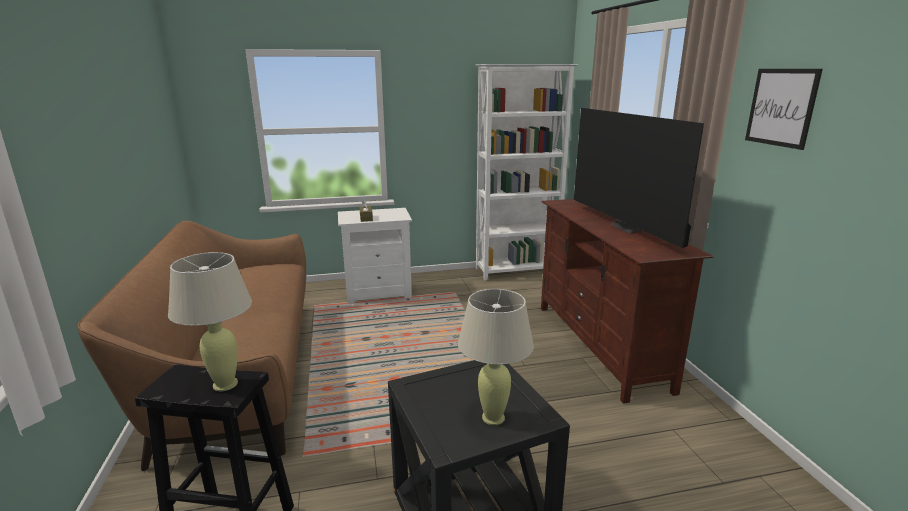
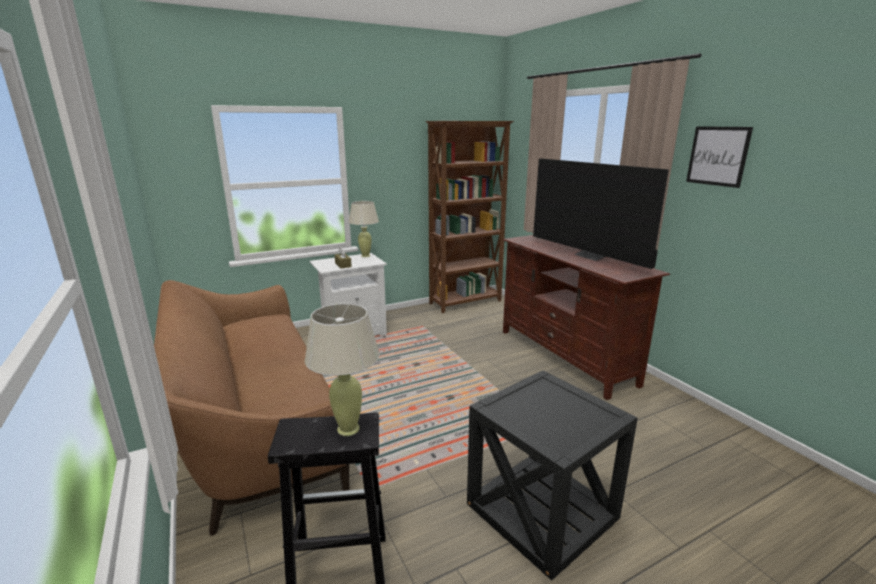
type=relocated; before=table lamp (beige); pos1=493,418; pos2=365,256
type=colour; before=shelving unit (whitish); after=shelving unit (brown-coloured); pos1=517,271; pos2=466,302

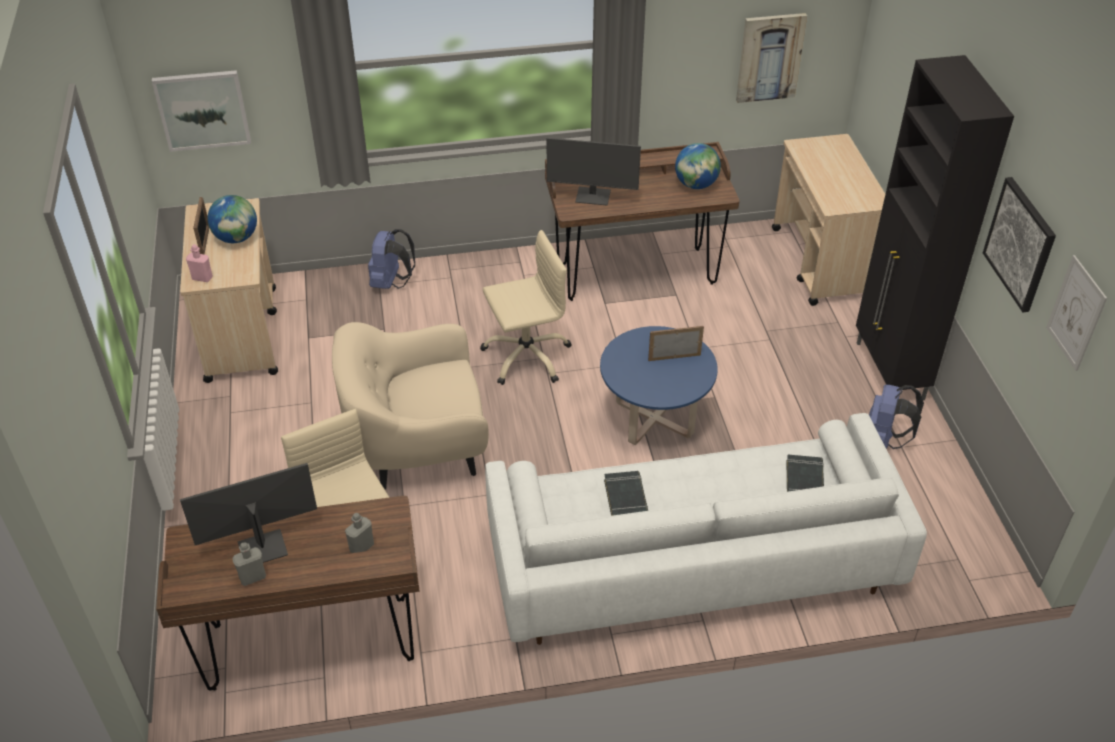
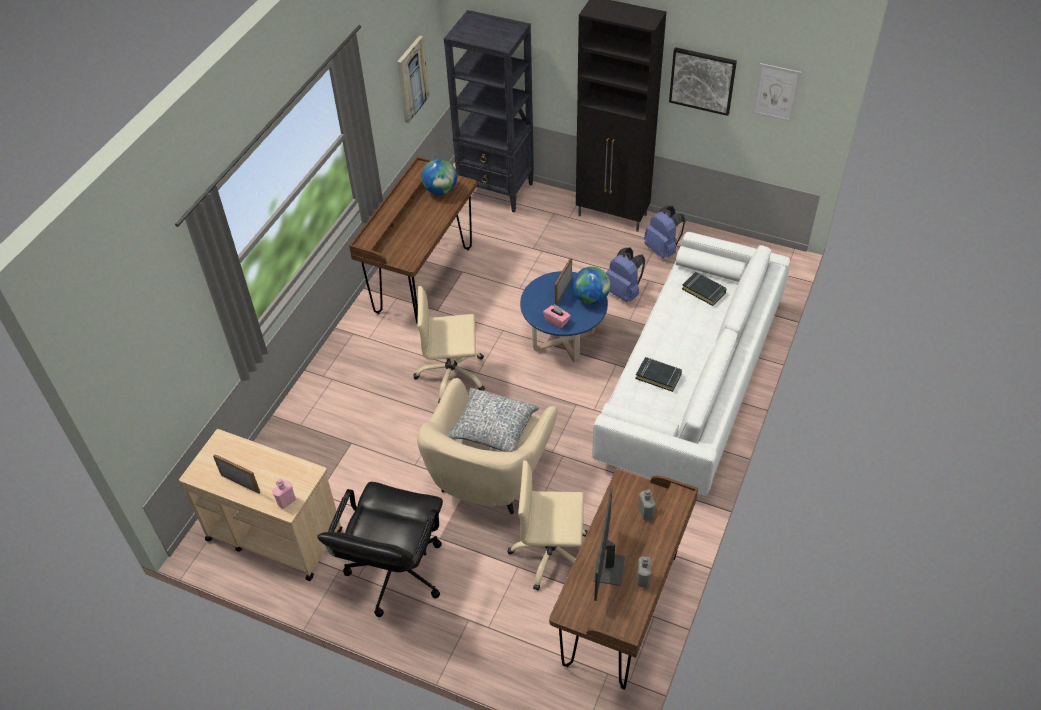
type=missing; before=wall art; pos1=202,110
type=relocated; before=desk globe; pos1=236,238; pos2=591,298
type=relocated; before=rucksack (bluish); pos1=391,283; pos2=624,292
type=spun; before=desk chair (beige); pos1=526,356; pos2=451,376; turn=-105
type=missing; before=monitor; pos1=593,197
type=exchanged; before=cart (beige); after=shelving unit (black-coloured); pos1=821,263; pos2=497,191
type=appeared; after=desk chair (black-coloured); pos2=394,573
type=appeared; after=pillow; pos2=493,429
type=appeared; after=tissue box (pinkish); pos2=557,321

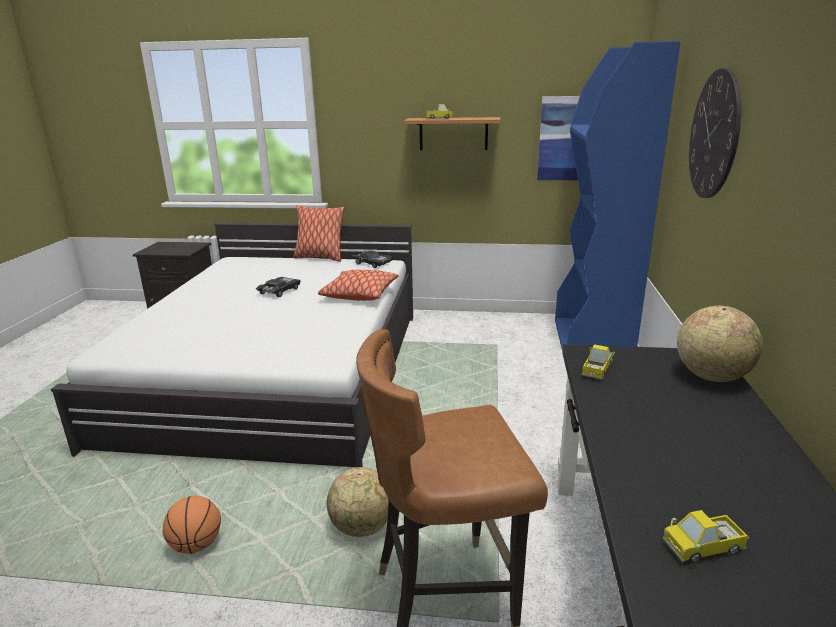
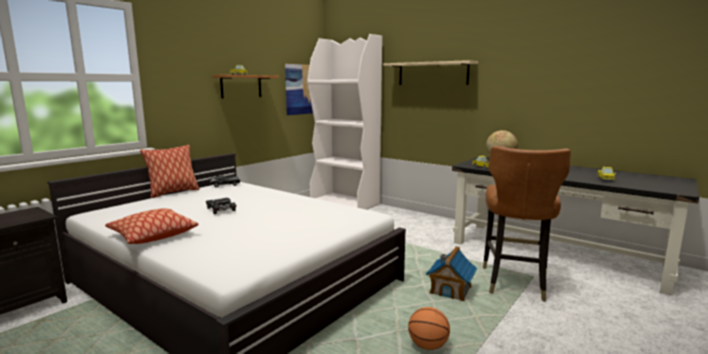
type=relocated; before=pillow; pos1=359,294; pos2=153,235
type=exchanged; before=desk globe; after=model house; pos1=362,527; pos2=451,290
type=colour; before=shelving unit (bluish); after=shelving unit (whitish); pos1=591,343; pos2=345,203
type=exchanged; before=clock on the wall; after=bracket shelf (beige); pos1=714,135; pos2=432,73

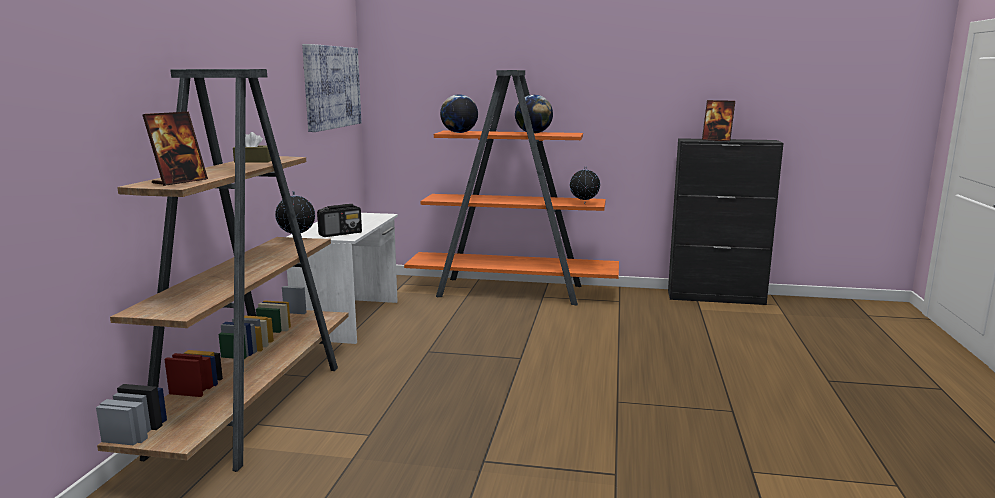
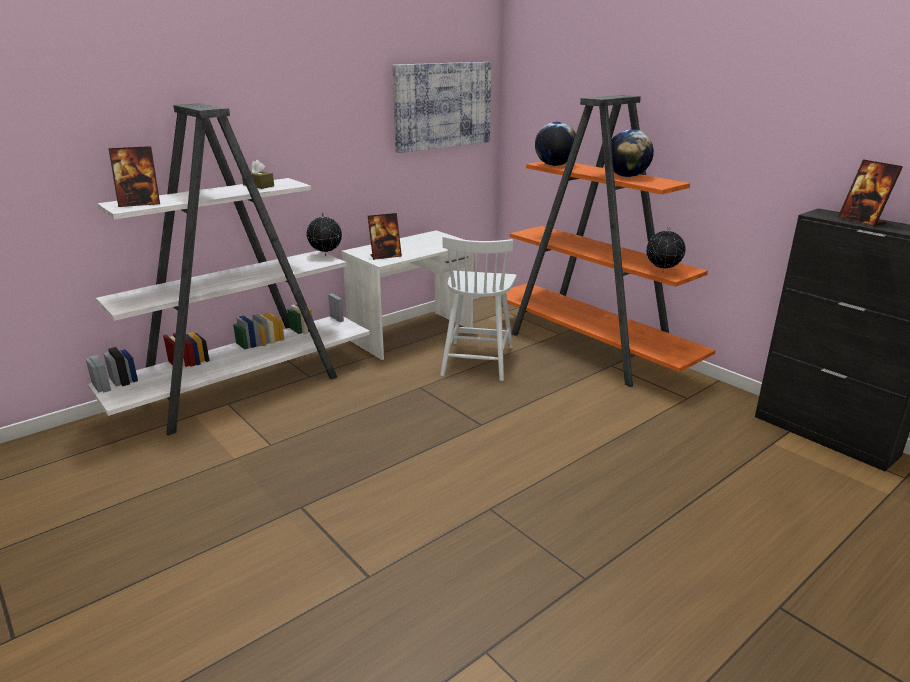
type=colour; before=shelving unit (brown-coloured); after=shelving unit (whitish); pos1=253,406; pos2=245,388
type=exchanged; before=radio; after=photo frame; pos1=341,234; pos2=385,256
type=appeared; after=upright chair (whitish); pos2=477,360

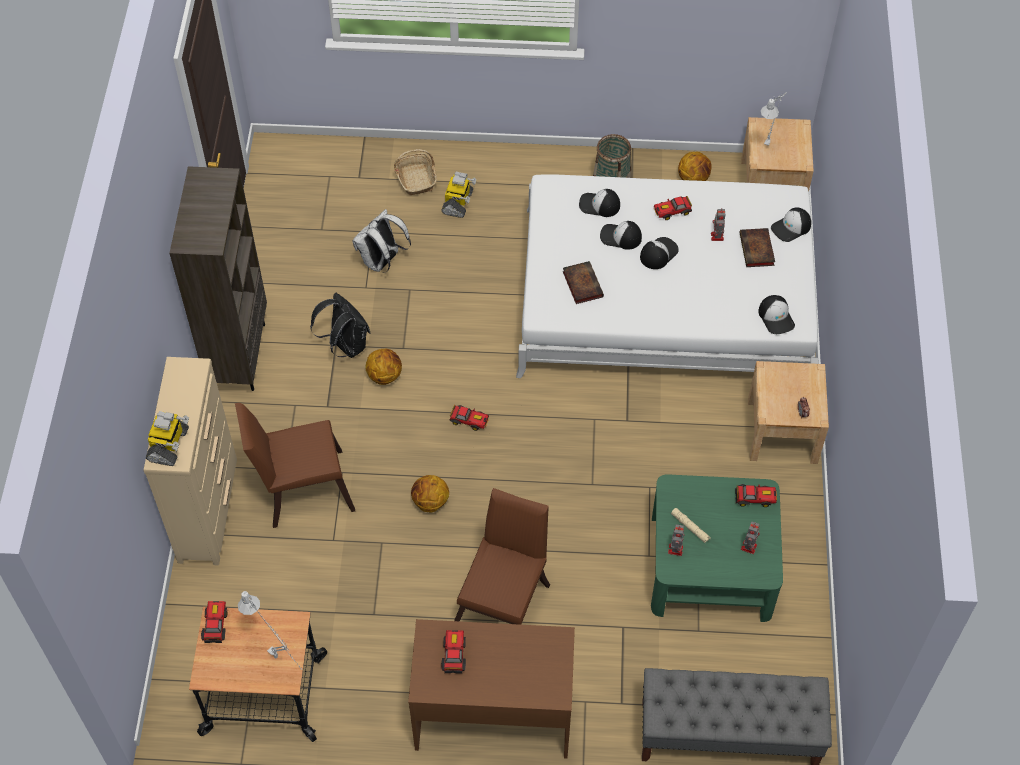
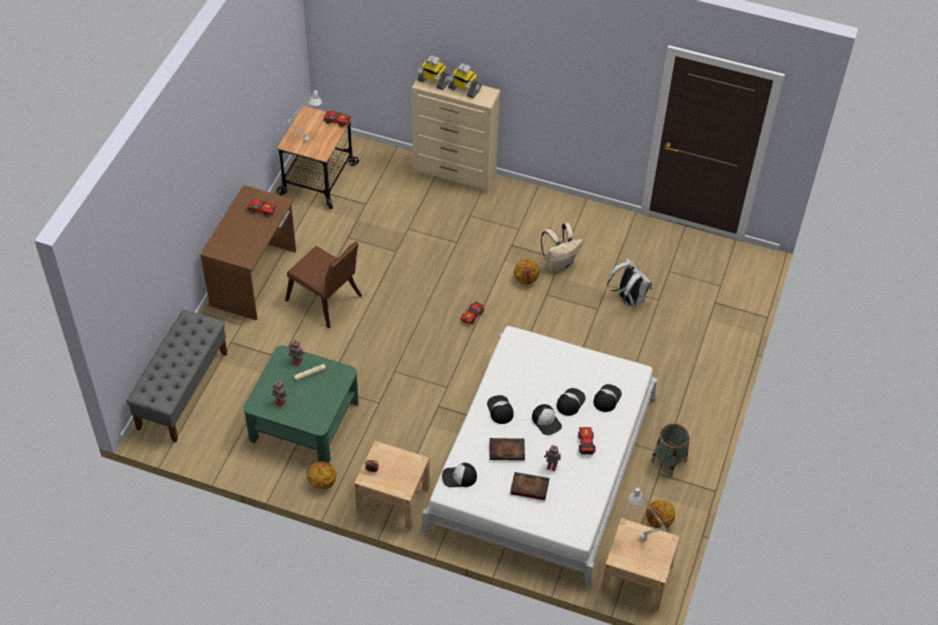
type=missing; before=shelving unit (brown-coloured); pos1=239,355
type=missing; before=upright chair (brown-coloured); pos1=300,488
type=colour; before=rucksack (black-coloured); after=rucksack (beige); pos1=345,345; pos2=559,264
type=missing; before=household basket; pos1=416,179
type=relocated; before=basketball ball; pos1=430,502; pos2=322,482
type=relocated; before=robot figure; pos1=458,203; pos2=464,89
type=relocated; before=bound book; pos1=581,283; pos2=507,450
type=missing; before=model car; pos1=755,498
type=relocated; before=baseball cap; pos1=791,227; pos2=500,410

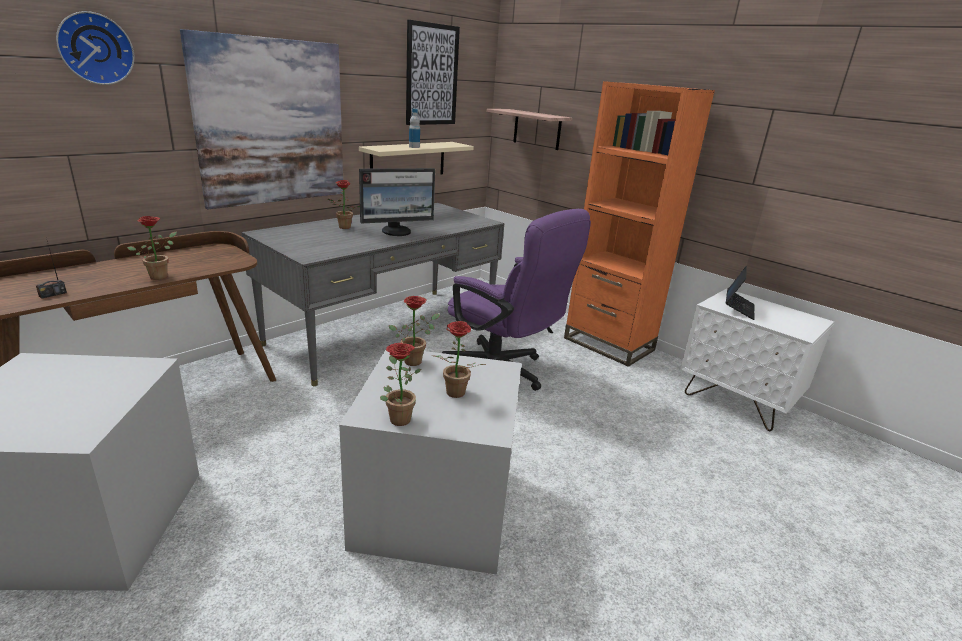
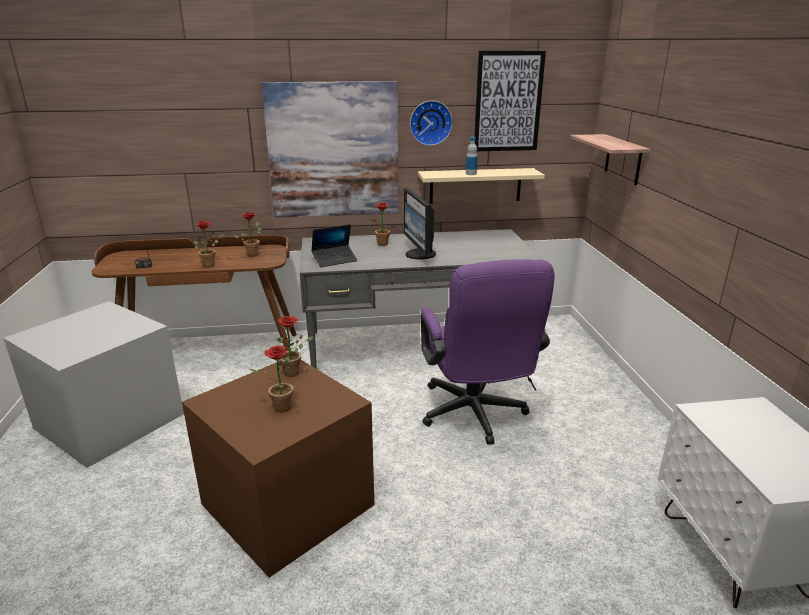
type=relocated; before=clock on the wall; pos1=95,48; pos2=430,122
type=colour; before=storage bin (greyish); after=storage bin (brown-coloured); pos1=433,505; pos2=288,502
type=spun; before=monitor; pos1=397,231; pos2=419,255; turn=60
type=relocated; before=potted plant; pos1=397,417; pos2=253,254
type=missing; before=shelving unit (orange-coloured); pos1=608,344
type=relocated; before=portable computer; pos1=738,308; pos2=335,260

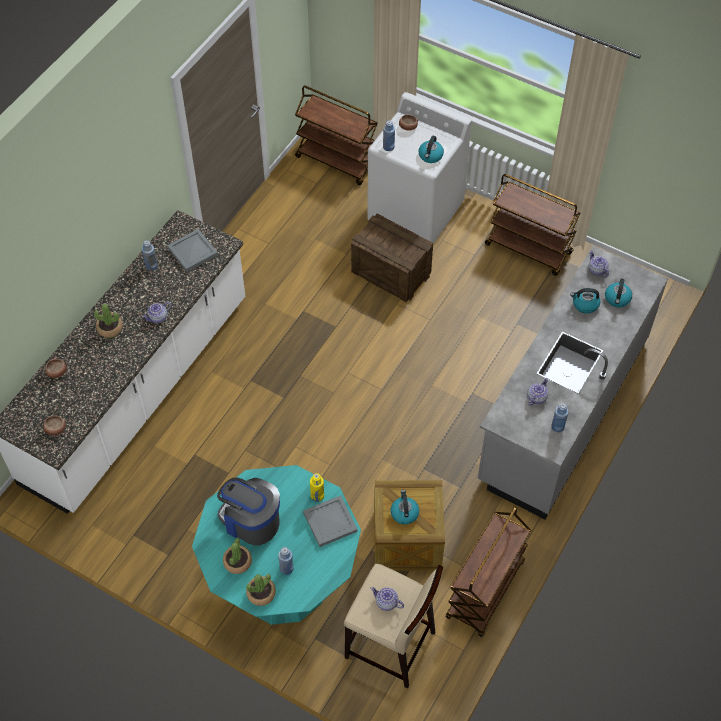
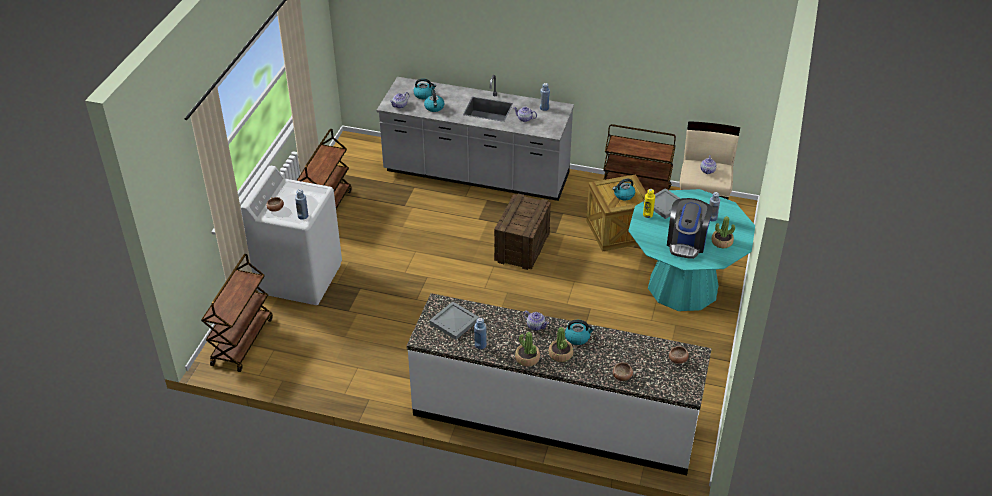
type=relocated; before=potted plant; pos1=261,593; pos2=527,358
type=relocated; before=packing crate; pos1=391,273; pos2=522,247
type=relocated; before=tea kettle; pos1=430,156; pos2=578,337

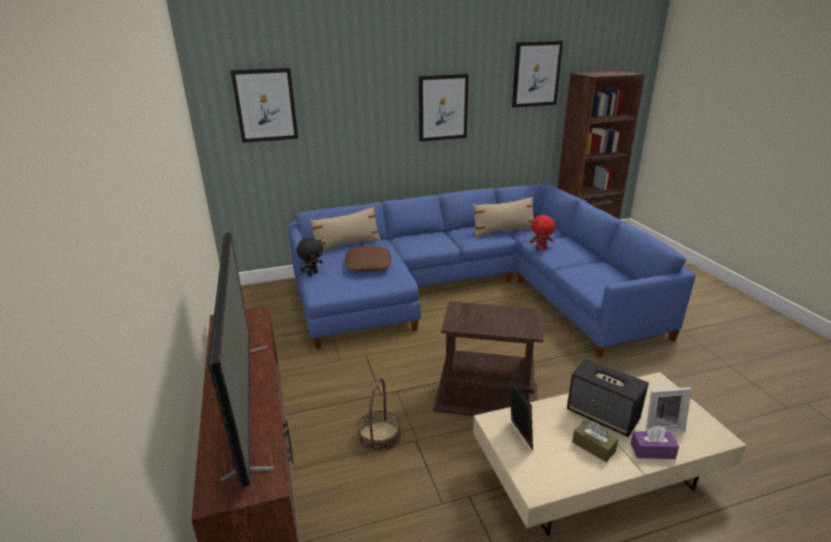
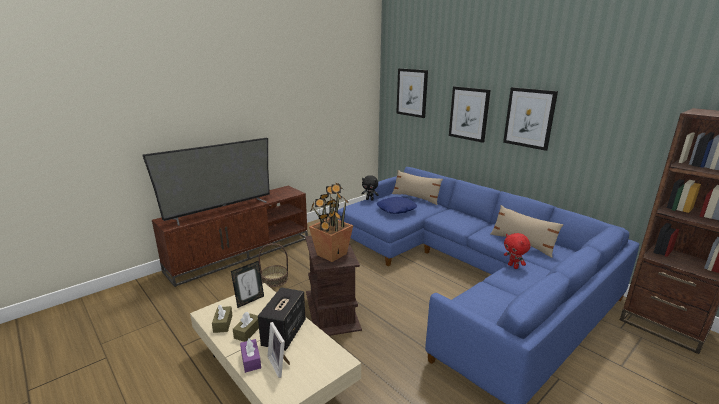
type=colour; before=pillow (brown-coloured); after=pillow (bluish); pos1=369,264; pos2=396,209
type=relocated; before=wall art; pos1=536,74; pos2=469,113
type=appeared; after=tissue box (brown-coloured); pos2=223,323
type=appeared; after=potted plant; pos2=331,254

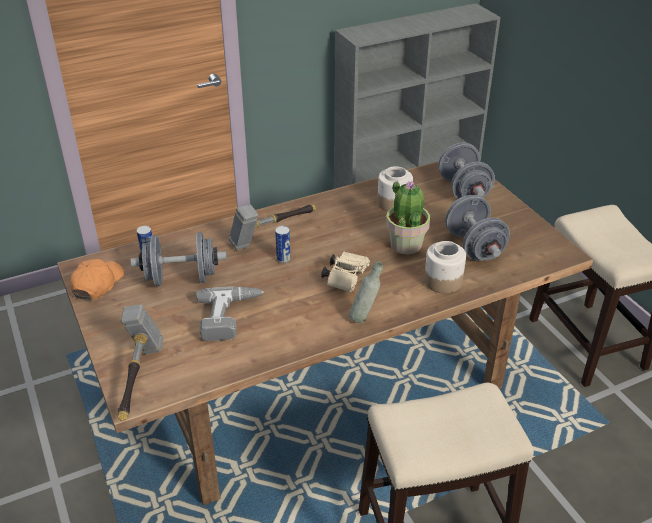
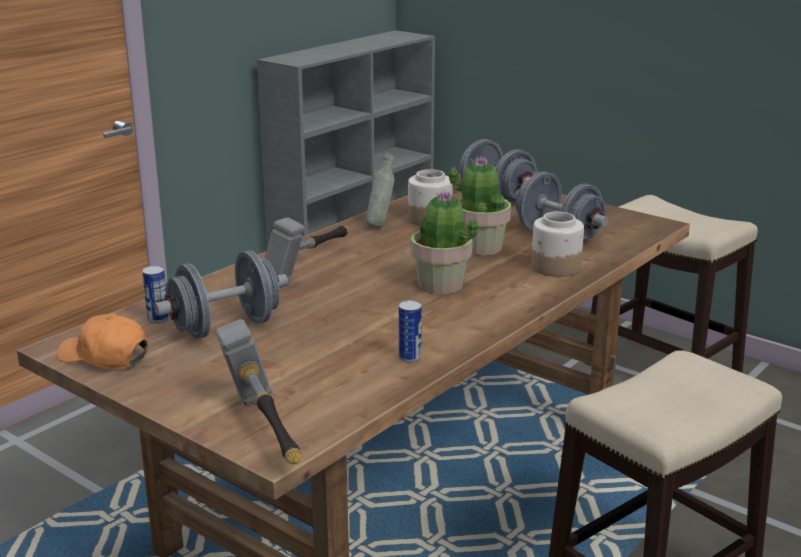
type=spun; before=baseball cap (orange-coloured); pos1=97,284; pos2=104,356; turn=-60
type=missing; before=electric drill; pos1=230,317
type=relocated; before=metal can; pos1=283,259; pos2=410,358
type=exchanged; before=pair of binoculars (beige); after=potted plant; pos1=346,277; pos2=441,285
type=relocated; before=bottle (greyish); pos1=364,317; pos2=380,225

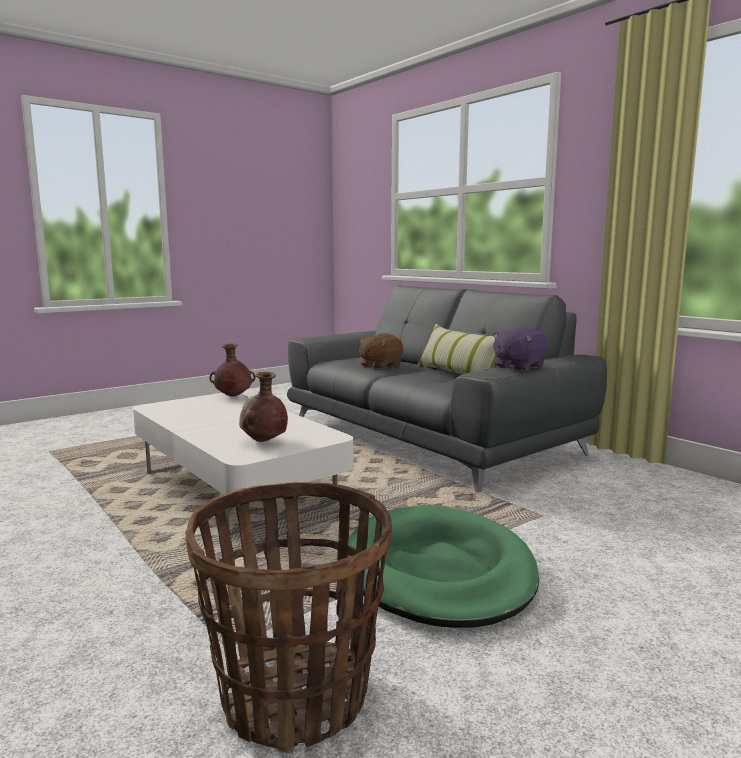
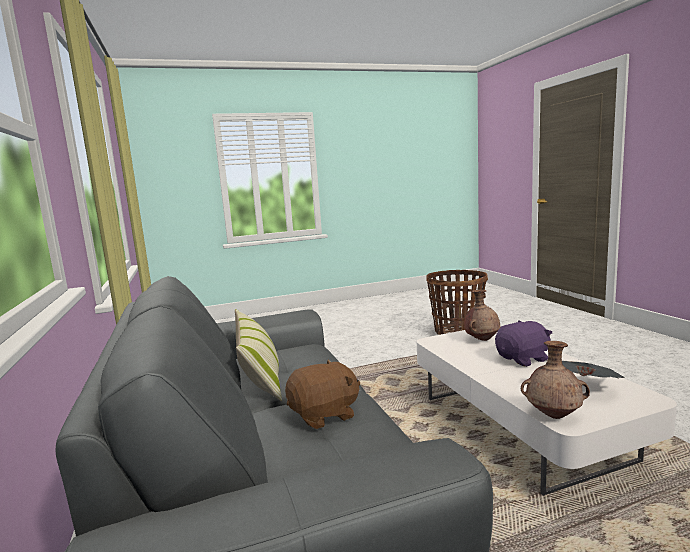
type=missing; before=dog bed (green); pos1=439,572
type=relocated; before=cuddly toy (purple); pos1=518,367; pos2=523,359
type=appeared; after=daily paper; pos2=583,387

